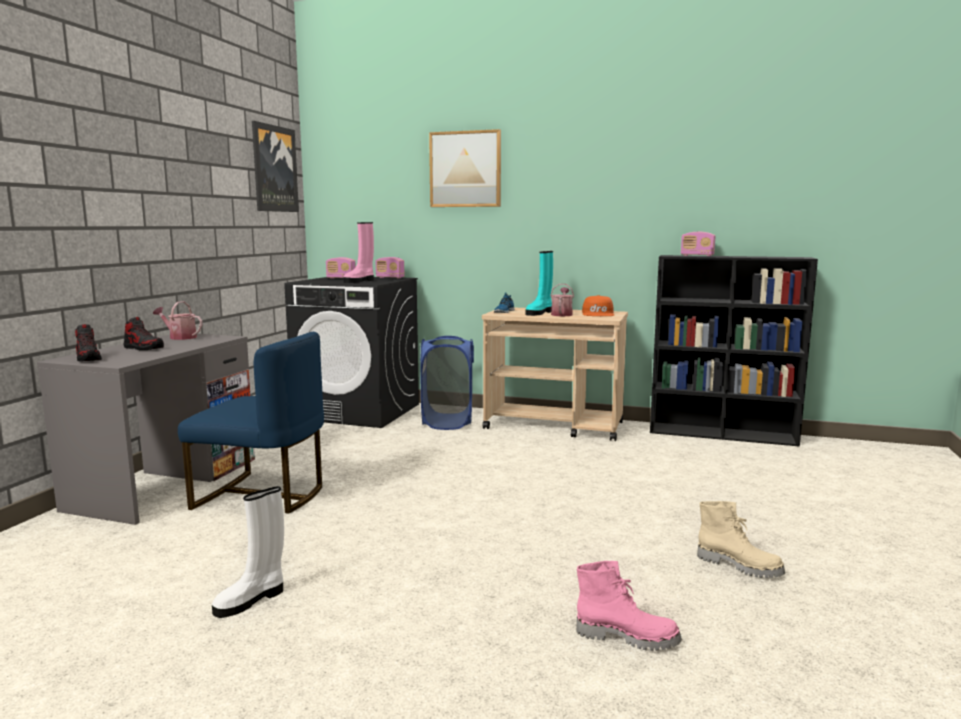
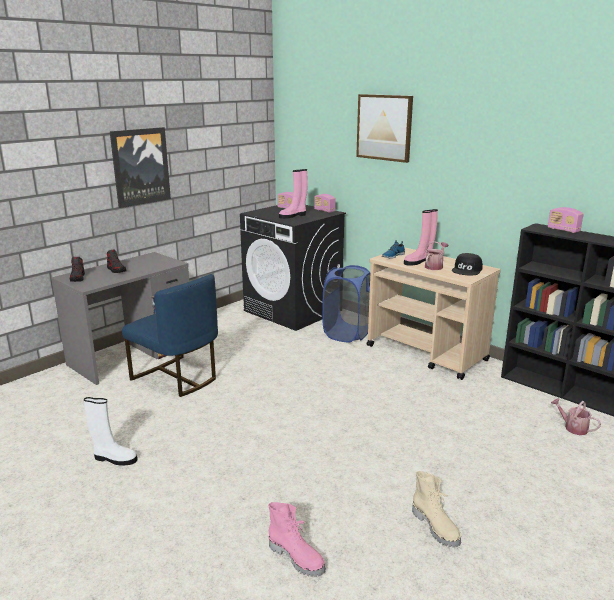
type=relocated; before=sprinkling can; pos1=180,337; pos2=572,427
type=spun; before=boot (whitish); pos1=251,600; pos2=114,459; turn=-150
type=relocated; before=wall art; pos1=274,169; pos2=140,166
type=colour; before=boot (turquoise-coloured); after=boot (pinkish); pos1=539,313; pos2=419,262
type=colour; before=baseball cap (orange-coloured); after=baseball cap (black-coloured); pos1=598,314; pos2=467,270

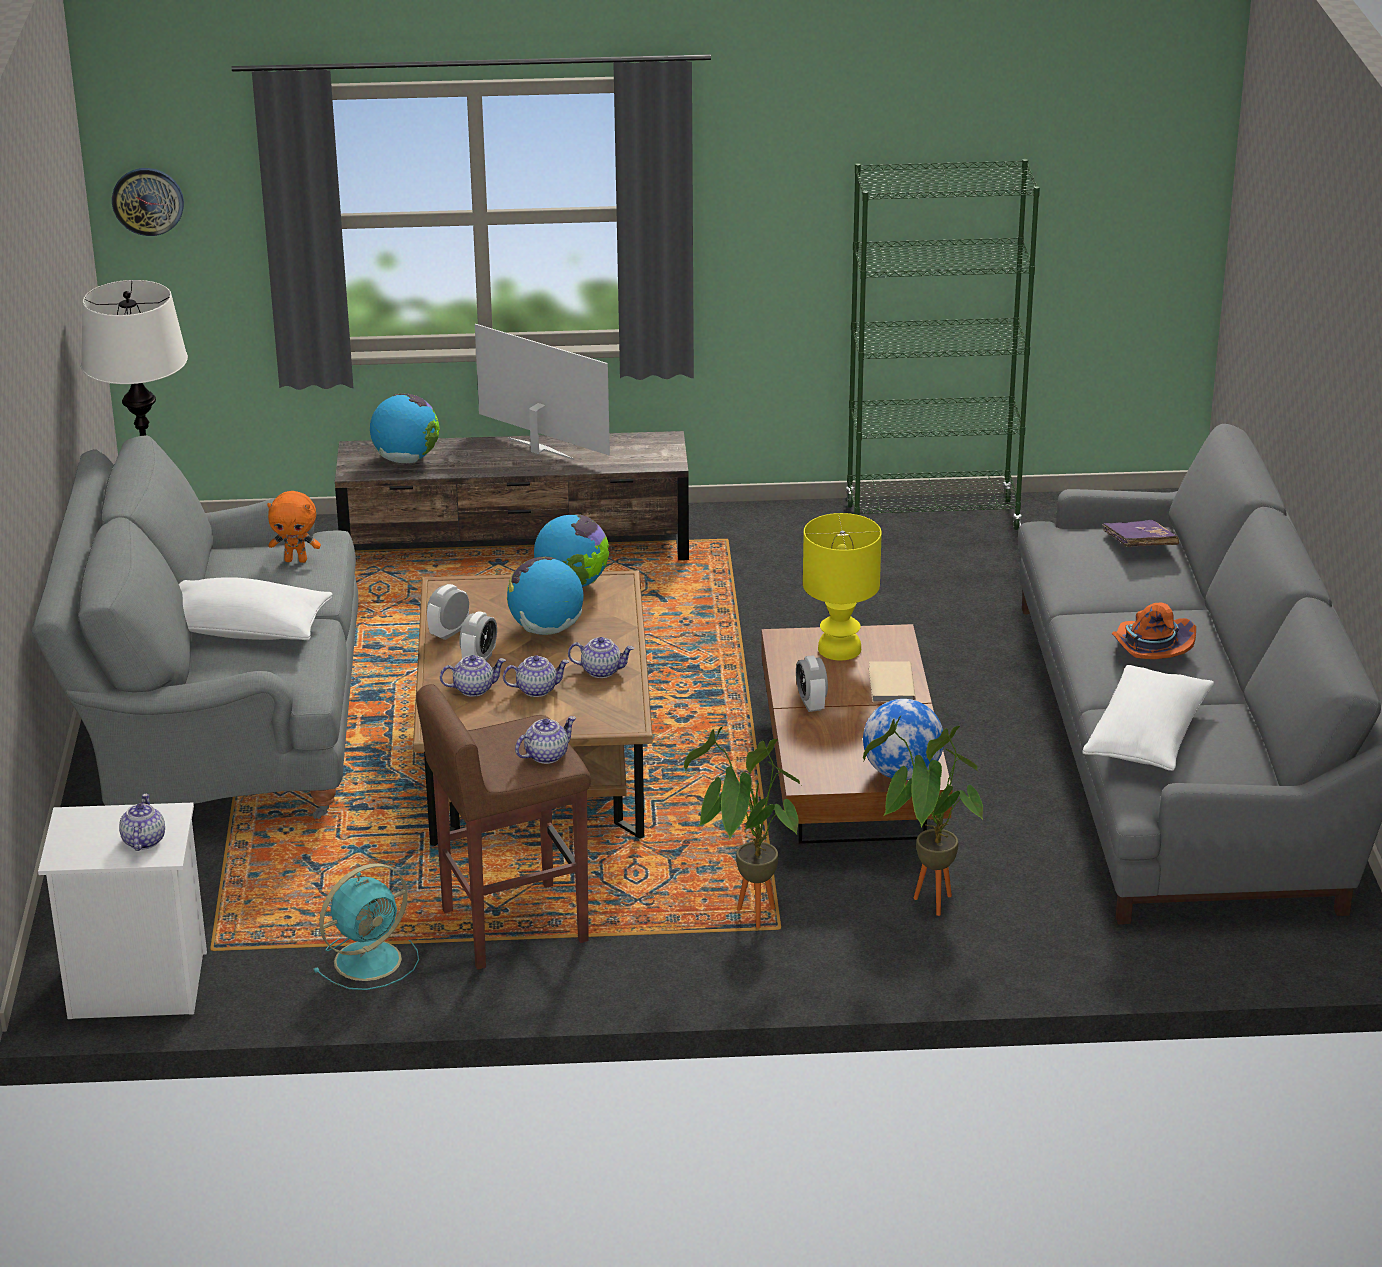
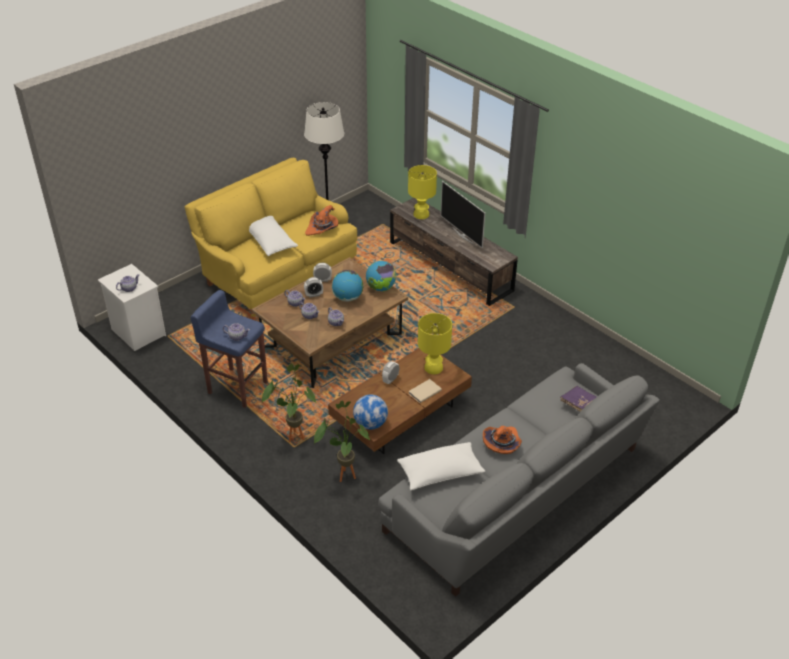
type=colour; before=settee (greyish); after=settee (yellow); pos1=218,731; pos2=277,272
type=missing; before=clock on the wall; pos1=148,201
type=exchanged; before=cuddly toy (orange-coloured); after=wearable hat (orange-coloured); pos1=296,560; pos2=322,228
type=missing; before=electric fan (turquoise-coloured); pos1=370,959
type=exchanged; before=desk globe; after=table lamp (yellow); pos1=406,459; pos2=421,214
type=colour; before=sitting stool (brown-coloured); after=sitting stool (bluish); pos1=511,925; pos2=237,387
type=spun; before=TV; pos1=539,449; pos2=463,235; turn=150
type=missing; before=shelving unit (green); pos1=932,517

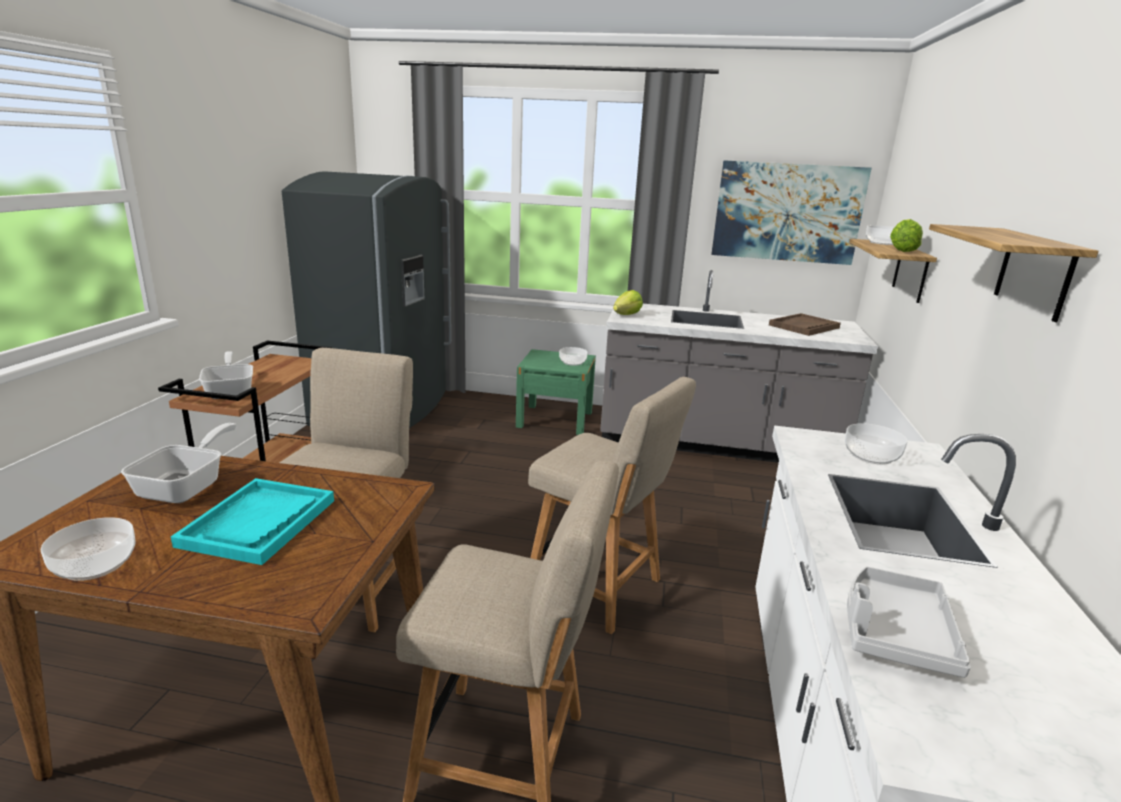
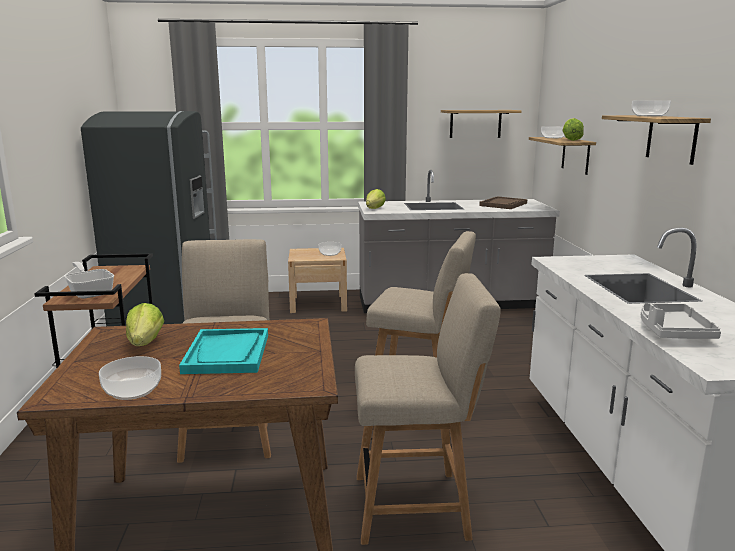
type=exchanged; before=frying pan; after=head of lettuce; pos1=188,486; pos2=145,343
type=colour; before=bedside table (green); after=bedside table (beige); pos1=555,419; pos2=318,303
type=exchanged; before=wall art; after=bracket shelf; pos1=787,212; pos2=475,123
type=relocated; before=bowl; pos1=871,455; pos2=649,116

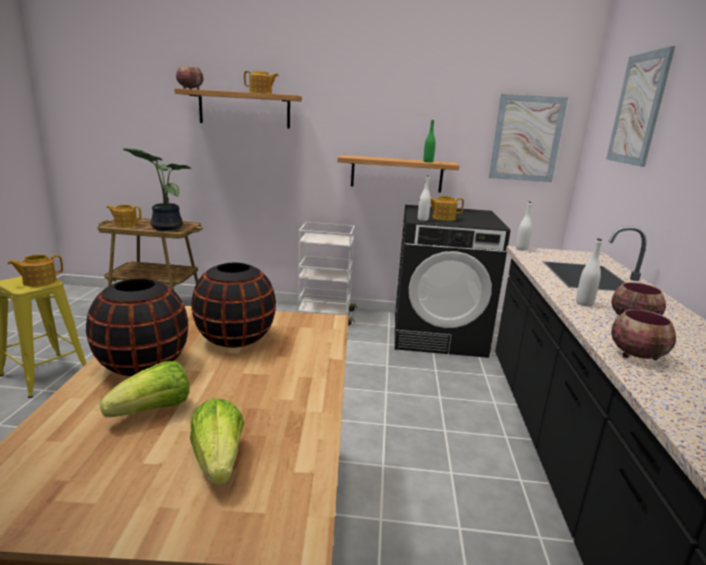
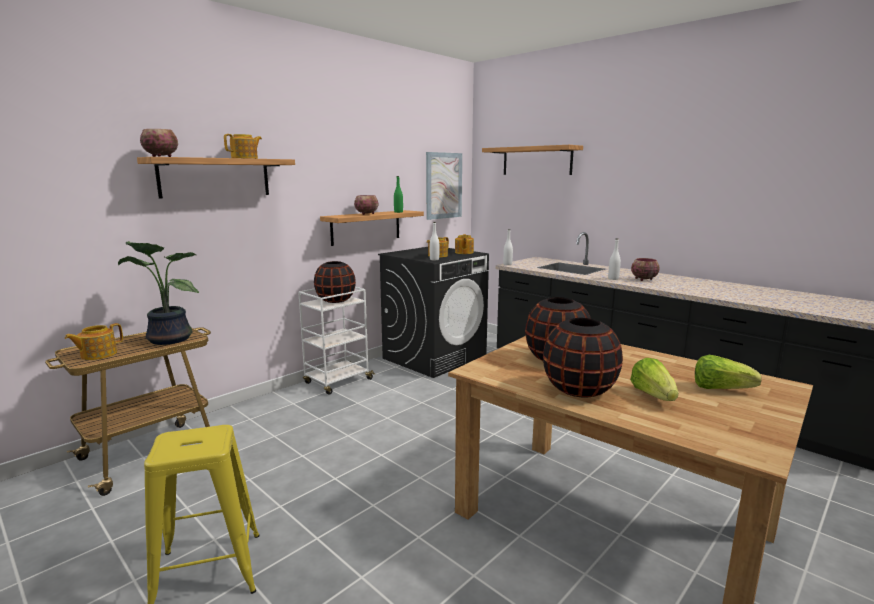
type=relocated; before=teapot; pos1=39,282; pos2=463,252
type=exchanged; before=wall art; after=bracket shelf; pos1=638,109; pos2=536,161
type=relocated; before=bowl; pos1=638,356; pos2=367,214
type=appeared; after=decorative vase (black-coloured); pos2=336,300

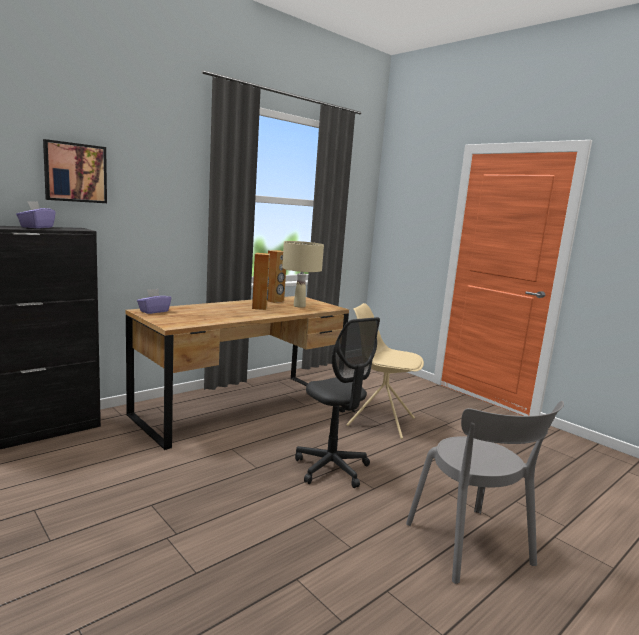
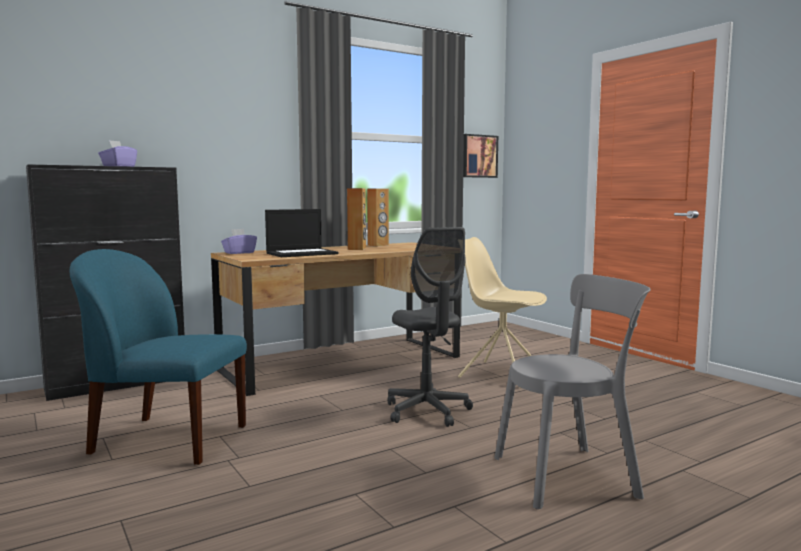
type=relocated; before=wall art; pos1=75,172; pos2=478,156
type=missing; before=table lamp (beige); pos1=299,306
type=spun; before=upright chair (greyish); pos1=471,547; pos2=571,476; turn=-90
type=appeared; after=upright chair (bluish); pos2=167,440
type=appeared; after=portable computer; pos2=302,253

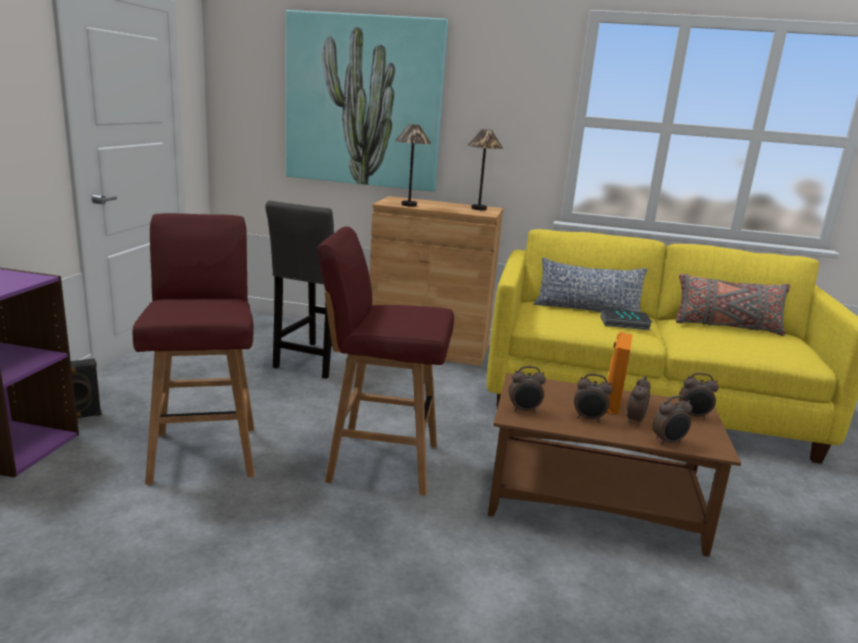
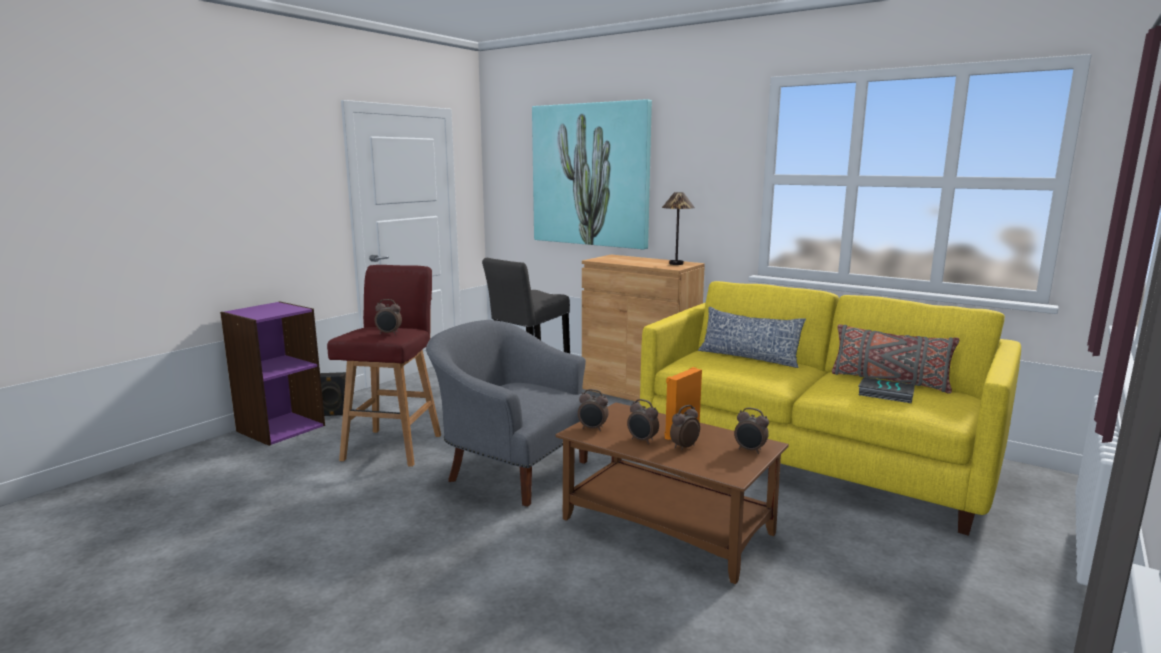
type=exchanged; before=sitting stool (red); after=armchair (greyish); pos1=380,462; pos2=513,470
type=missing; before=table lamp; pos1=409,205
type=relocated; before=bound book; pos1=624,323; pos2=885,394
type=relocated; before=alarm clock; pos1=668,442; pos2=389,333

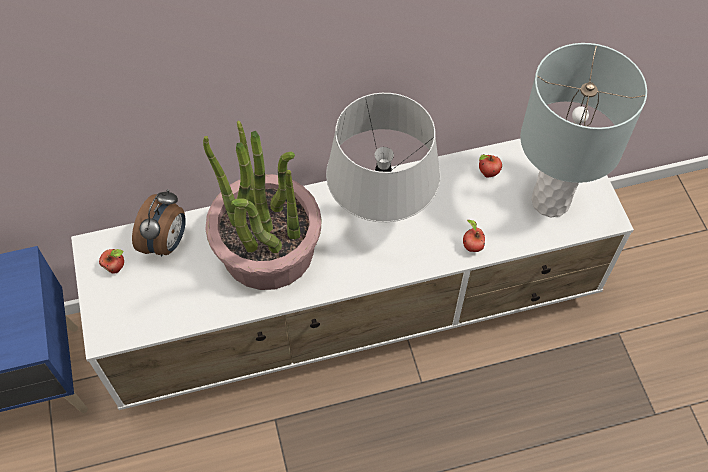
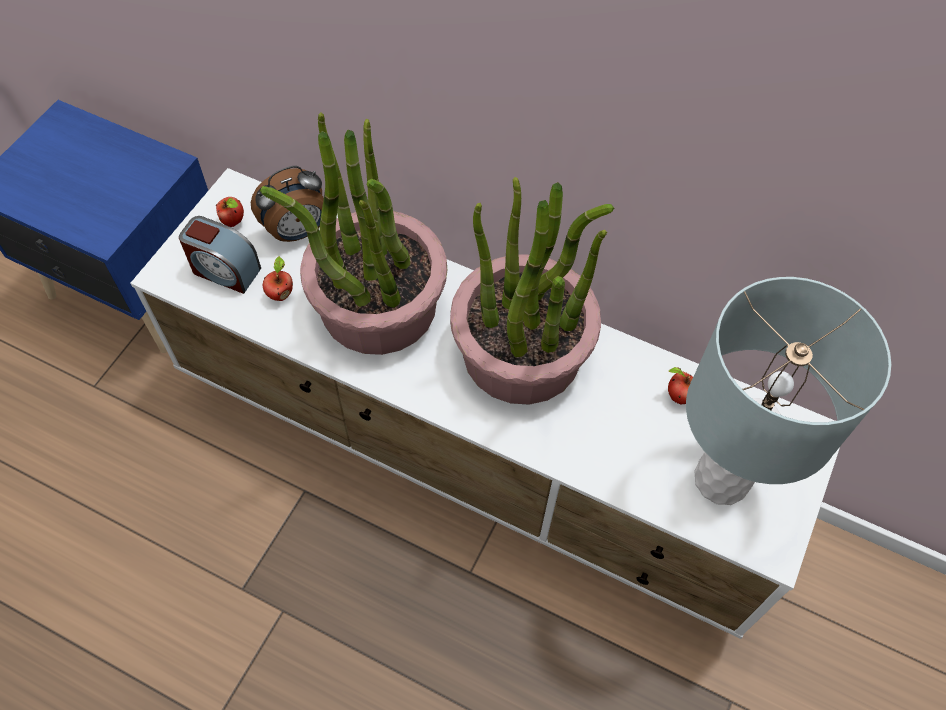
type=exchanged; before=table lamp (greyish); after=potted plant; pos1=381,213; pos2=522,353
type=relocated; before=whole apple; pos1=471,246; pos2=280,294
type=appeared; after=alarm clock; pos2=225,270

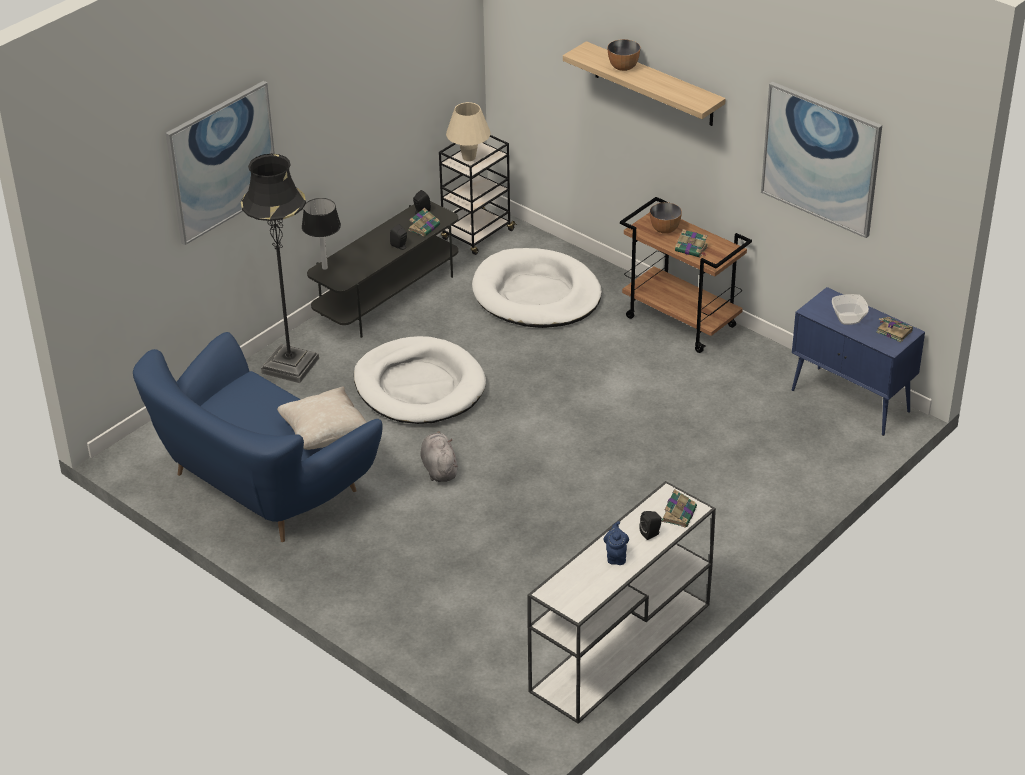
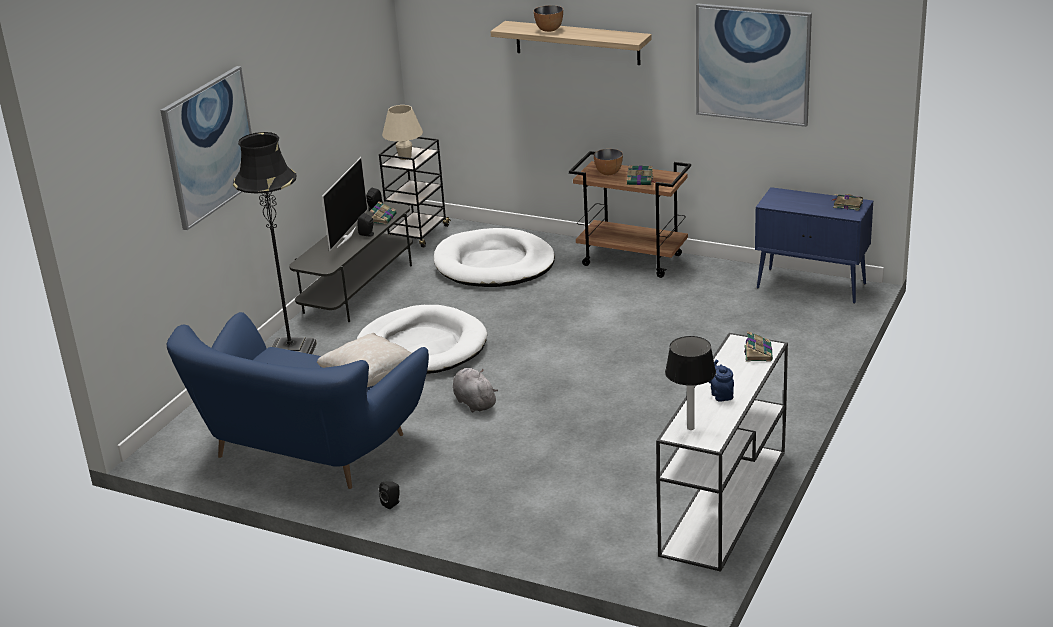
type=relocated; before=table lamp; pos1=325,267; pos2=690,427
type=relocated; before=loudspeaker (black-coloured); pos1=651,534; pos2=392,503
type=missing; before=bowl; pos1=848,318
type=appeared; after=TV; pos2=346,237

